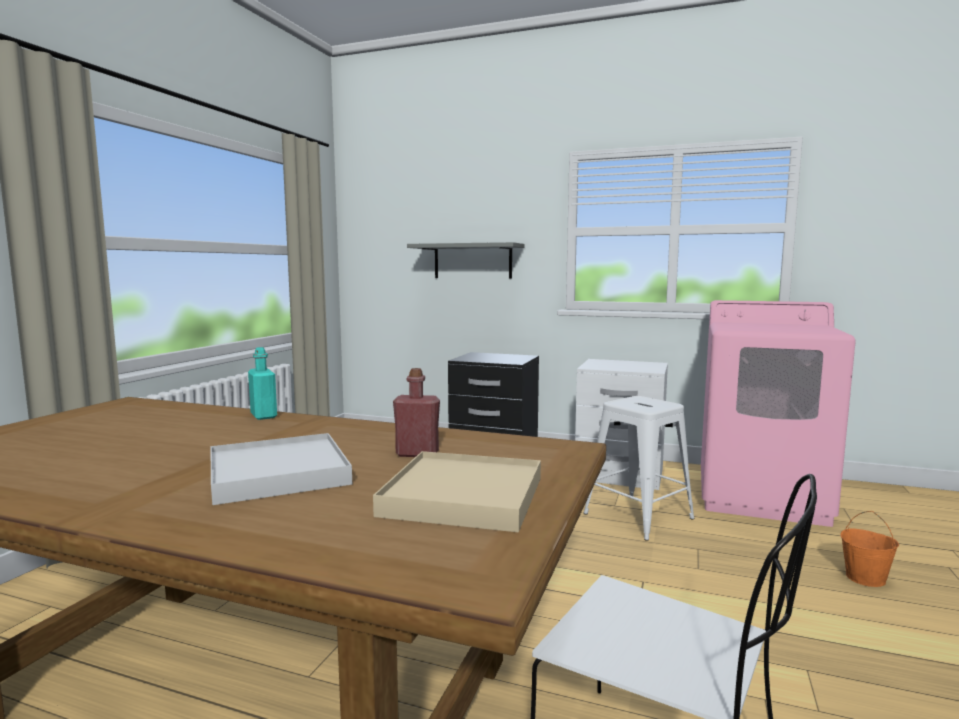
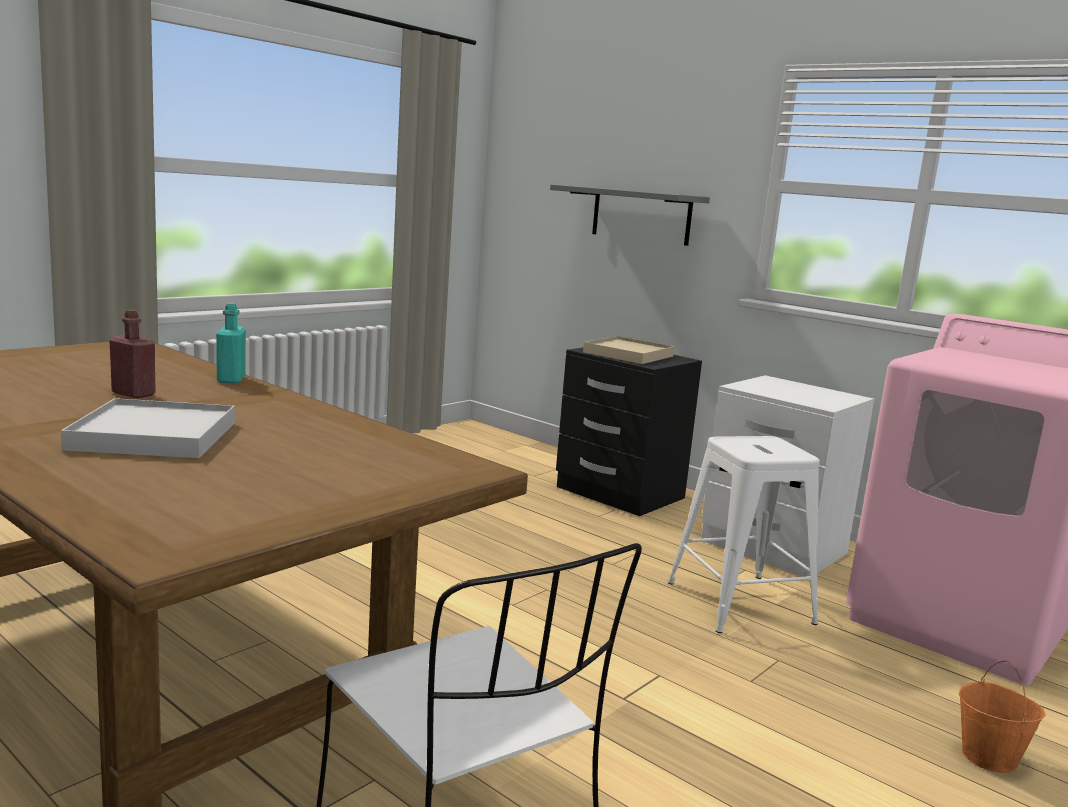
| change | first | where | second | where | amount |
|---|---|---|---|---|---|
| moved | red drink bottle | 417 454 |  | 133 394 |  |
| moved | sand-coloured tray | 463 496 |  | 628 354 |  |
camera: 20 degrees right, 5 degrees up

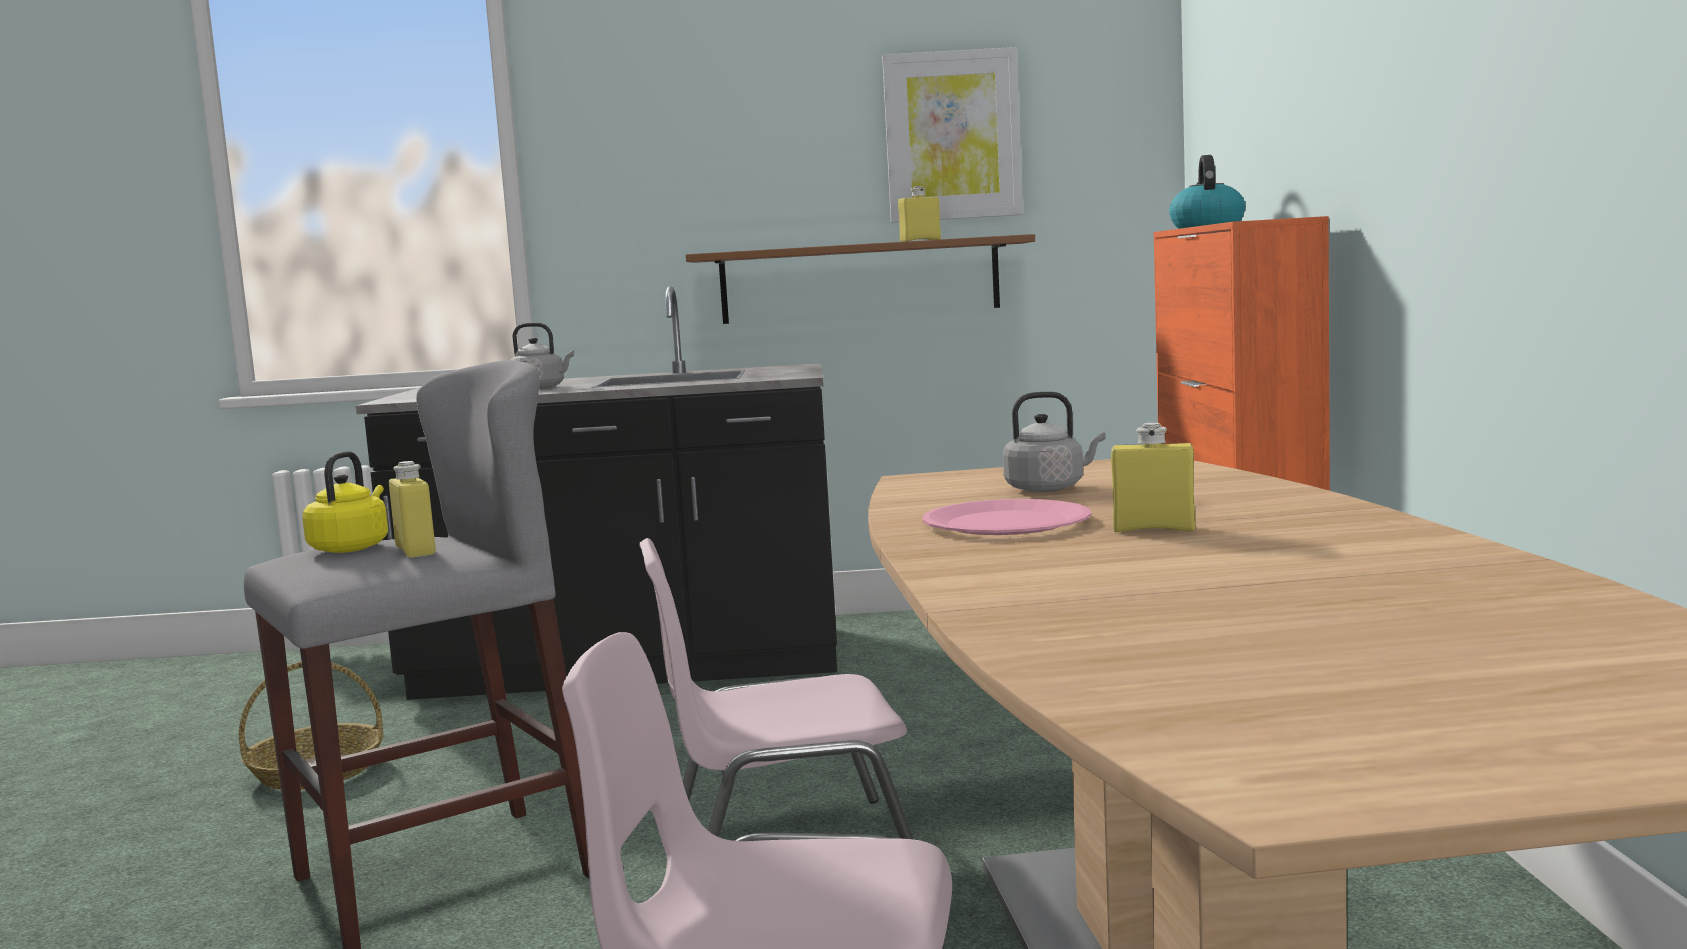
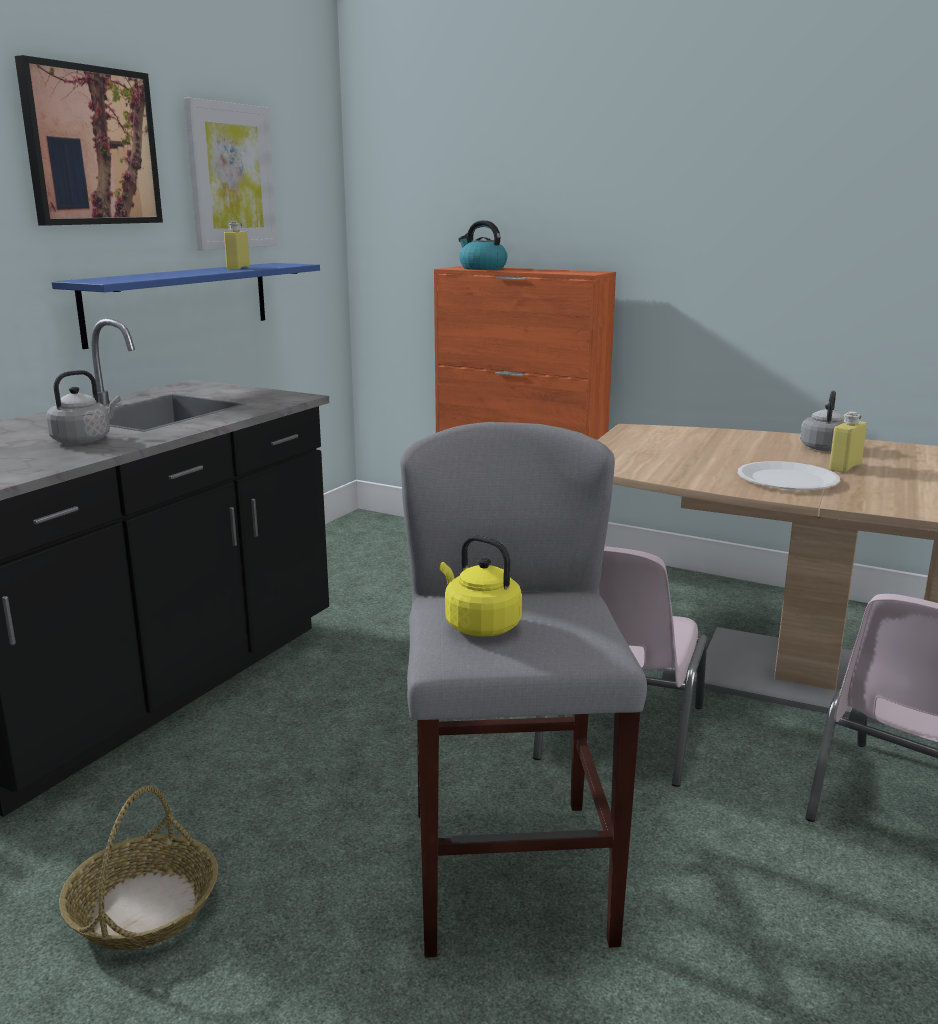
| change | first | where | second | where | amount |
|---|---|---|---|---|---|
| added |  |  | wall art | 91 146 |  |
| recoloured | brown shelf | 859 280 | bluish shelf | 179 302 |  |
| recoloured | pink-coloured dinner plate | 1005 523 | whitish dinner plate | 787 479 |  |
| moved | gray water kettle | 1049 488 |  | 824 447 |  |
| removed | yellow-coloured drink bottle | 415 551 |  |  |  |
camera: 60 degrees left, 10 degrees up

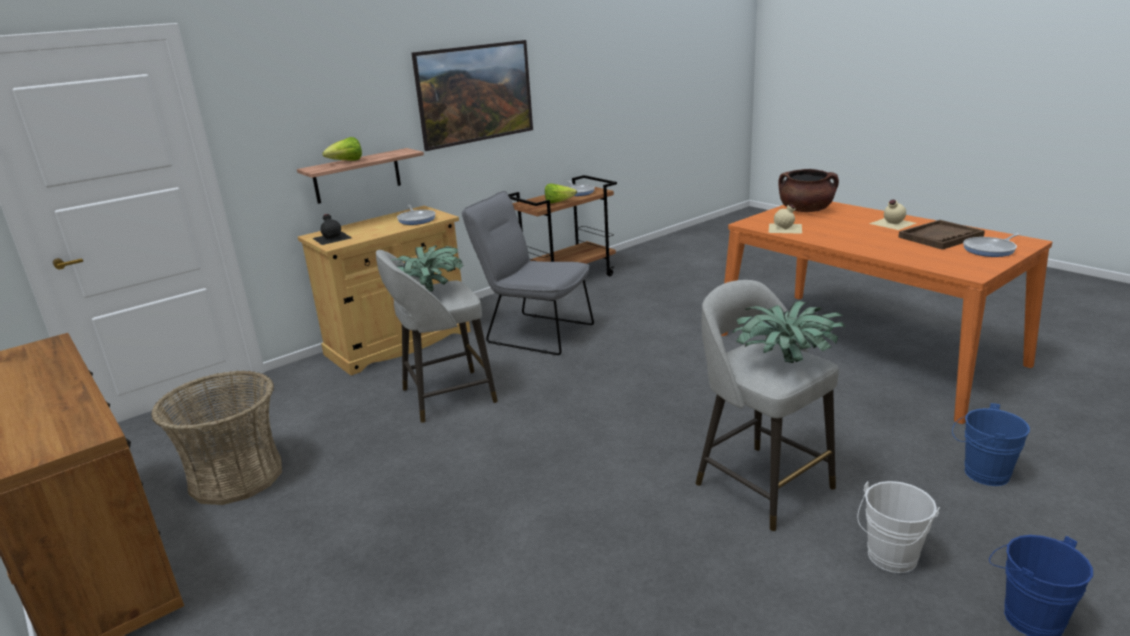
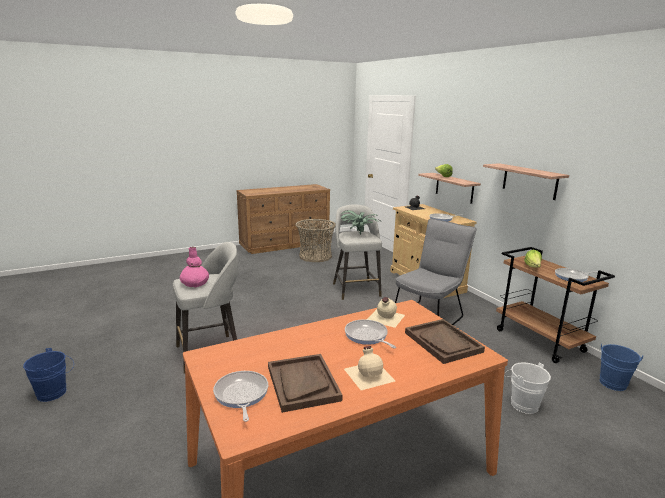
| change | first | where | second | where | amount |
|---|---|---|---|---|---|
| replaced | houseplant | 785 363 | pink-coloured decorative vase | 195 283 |  |
| added |  |  | pan | 367 336 |  |
| replaced | brown stockpot | 805 210 | brown tray | 443 342 |  |
| replaced | wall art | 478 117 | shelf | 529 181 |  |
| moved | whitish bucket | 890 559 |  | 521 403 |  |
| moved | bluish bucket | 981 473 |  | 613 382 |  |
camera: 100 degrees right, 5 degrees down

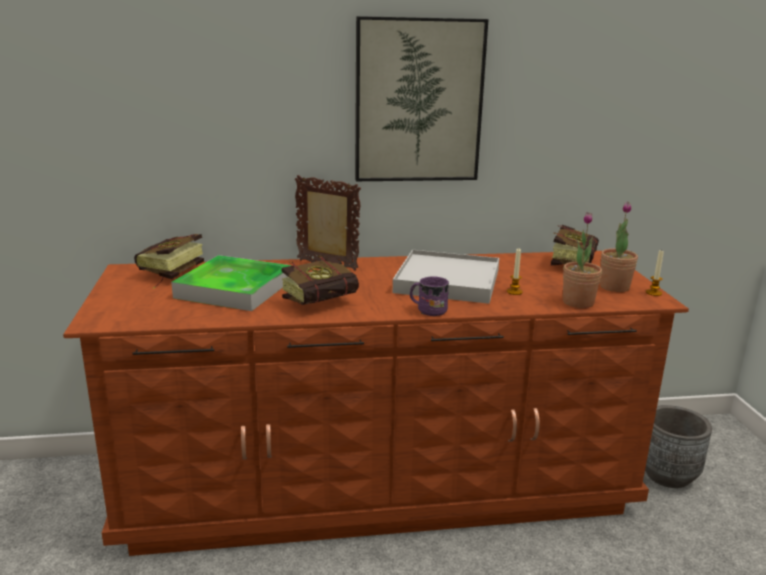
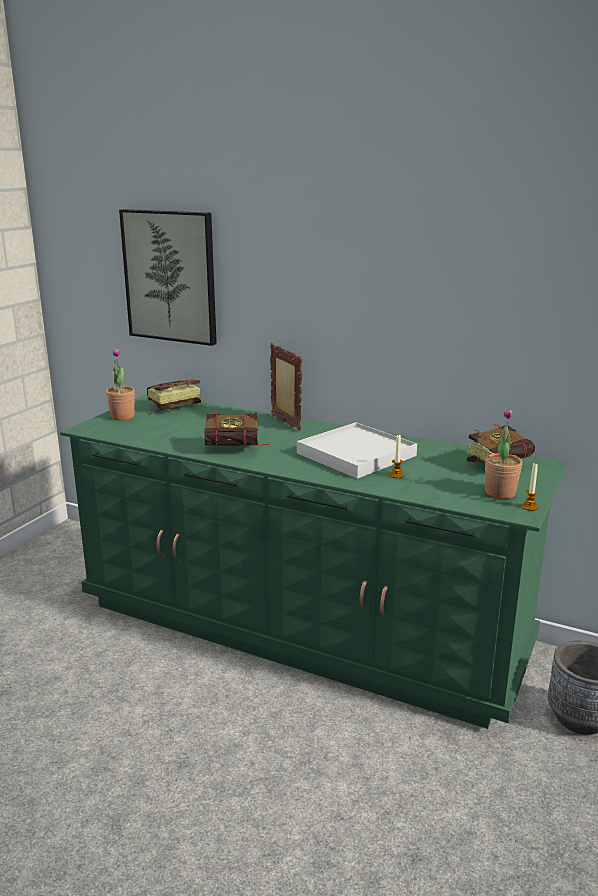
| change | first | where | second | where | amount |
|---|---|---|---|---|---|
| recoloured | brown dresser | 378 485 | greenish dresser | 300 625 |  |
| moved | houseplant | 578 302 |  | 122 416 |  |
| moved | wall art | 418 101 |  | 170 276 |  |
| removed | tray | 234 289 |  |  |  |
| removed | purple tea mug | 428 310 |  |  |  |
camera: 35 degrees right, 0 degrees up

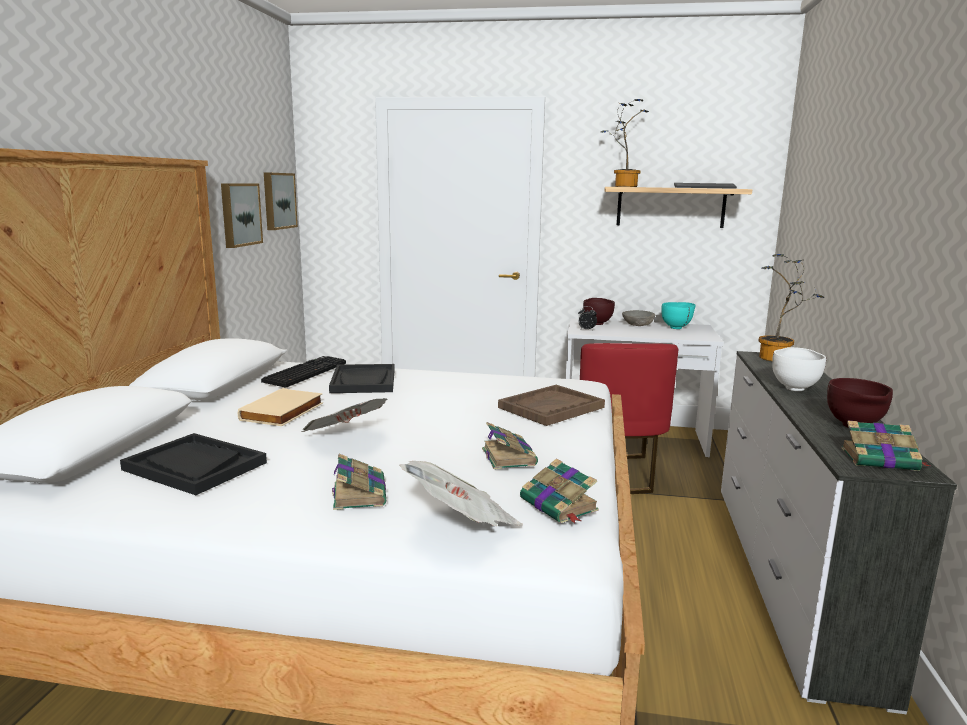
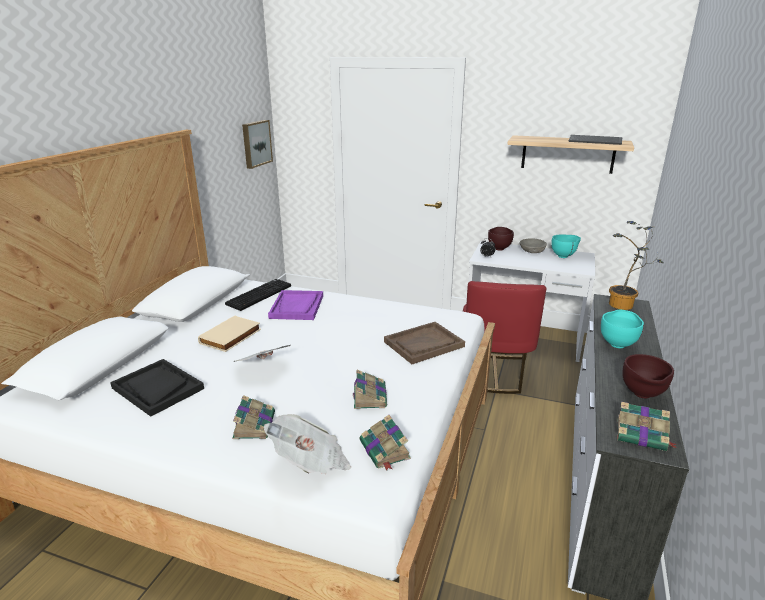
| change | first | where | second | where | amount |
|---|---|---|---|---|---|
| recoloured | black tray | 363 381 | purple tray | 297 307 |  |
| recoloured | whitish bowl | 794 388 | turquoise bowl | 618 344 |  |
| removed | wall art | 239 214 |  |  |  |
| removed | houseplant | 622 186 |  |  |  |
camera: 10 degrees right, 10 degrees up

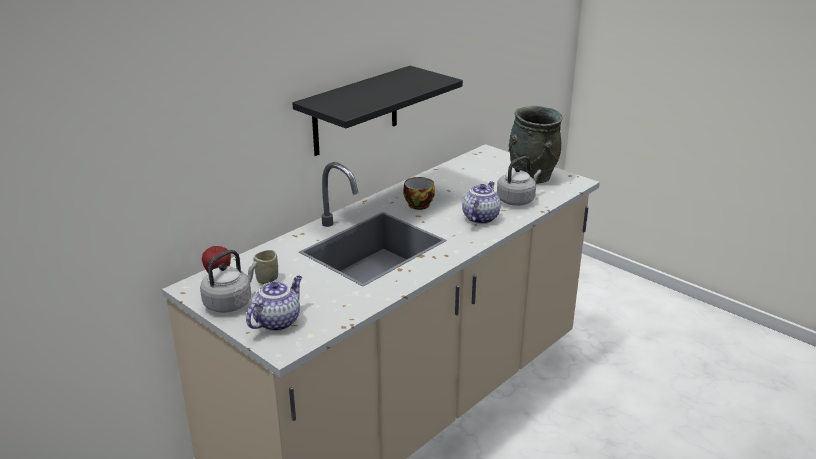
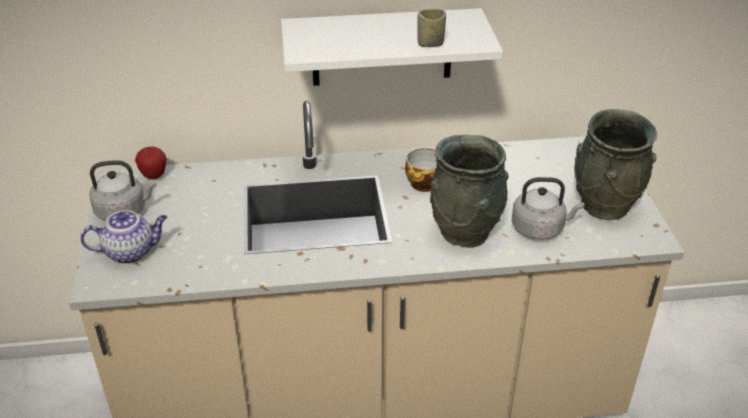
| change | first | where | second | where | amount |
|---|---|---|---|---|---|
| recoloured | black shelf | 355 111 | whitish shelf | 382 47 |  |
| moved | small cup | 267 279 |  | 430 43 |  |
| replaced | tea pot | 480 217 | gray decorative vase | 465 231 |  |
camera: 40 degrees right, 10 degrees up

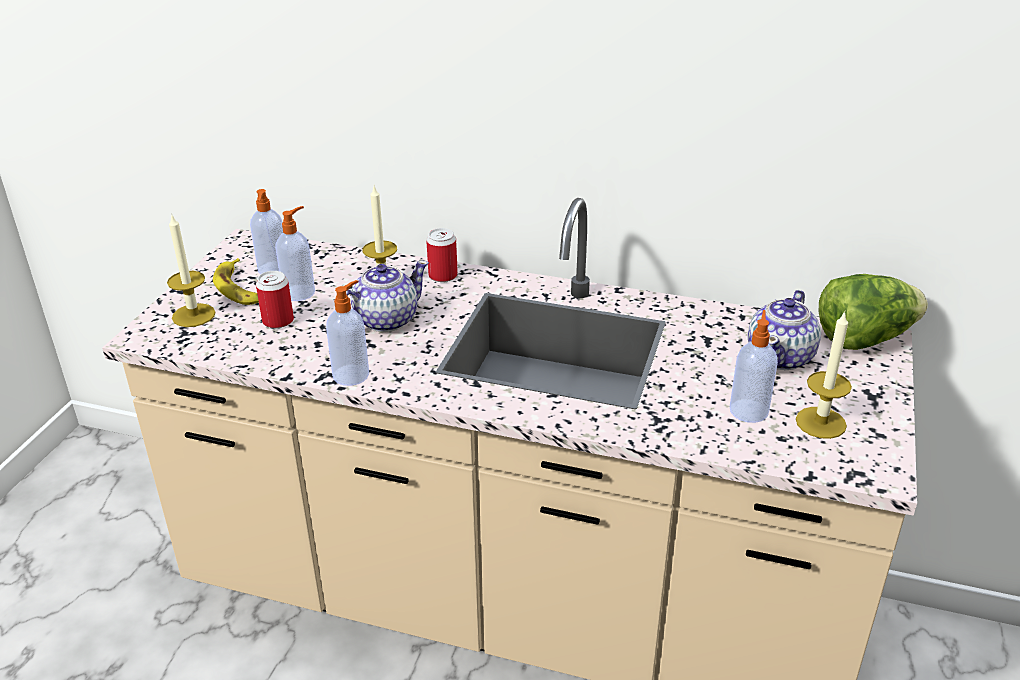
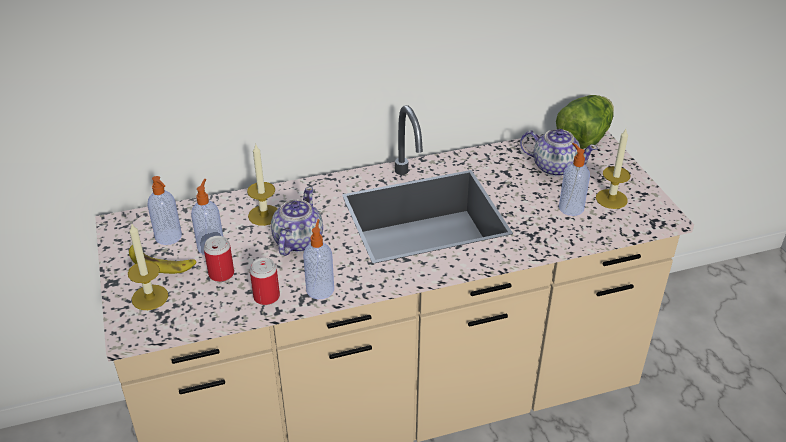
| change | first | where | second | where | amount |
|---|---|---|---|---|---|
| moved | sealed can | 443 276 |  | 266 297 |  |
| turned | tea pot | 781 356 |  | 554 167 | 60 degrees counterclockwise |
camera: 35 degrees left, 5 degrees up

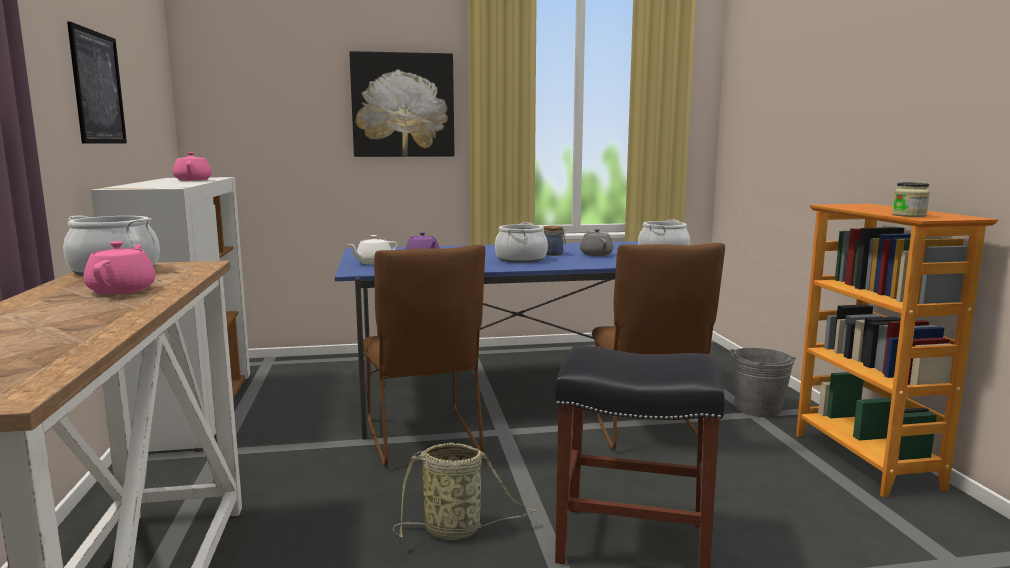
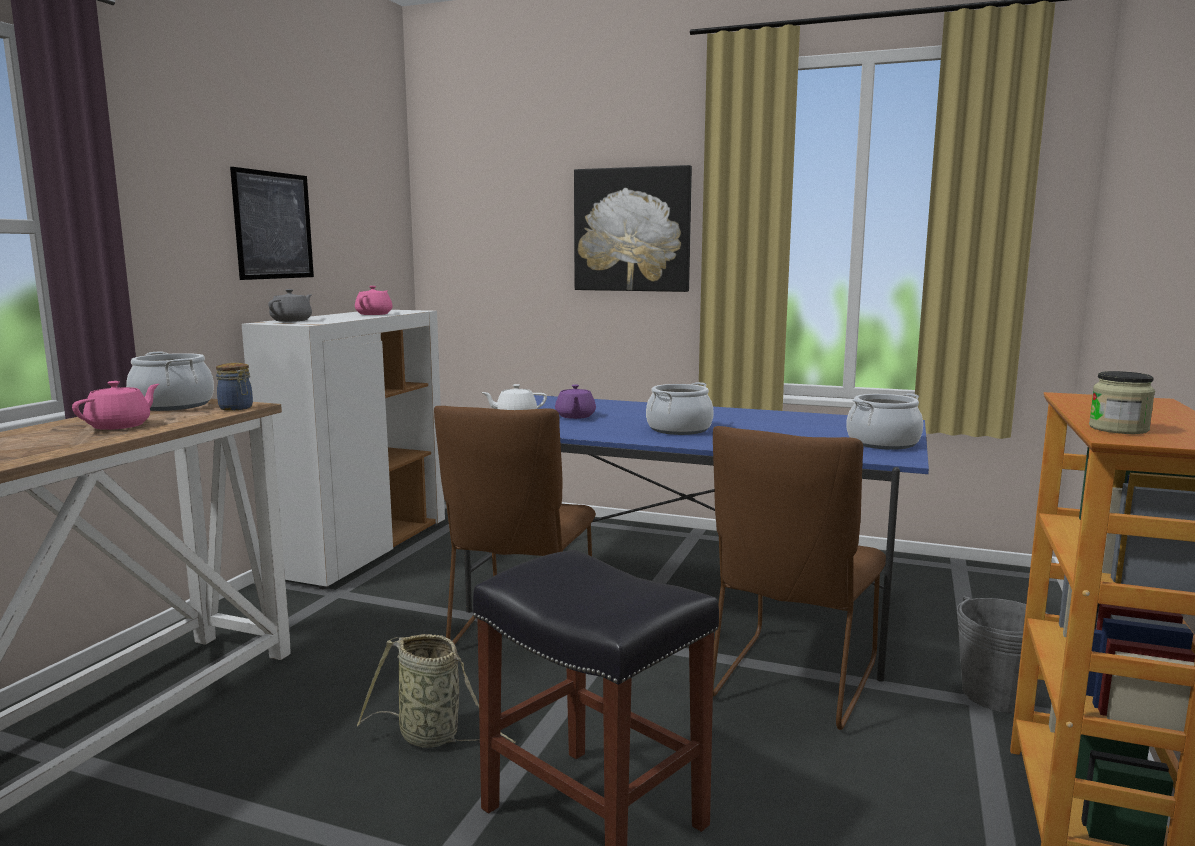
| change | first | where | second | where | amount |
|---|---|---|---|---|---|
| moved | jar | 553 254 |  | 237 408 |  |
| moved | gray tea pot | 596 254 |  | 292 320 |  |
camera: 30 degrees right, 0 degrees up

